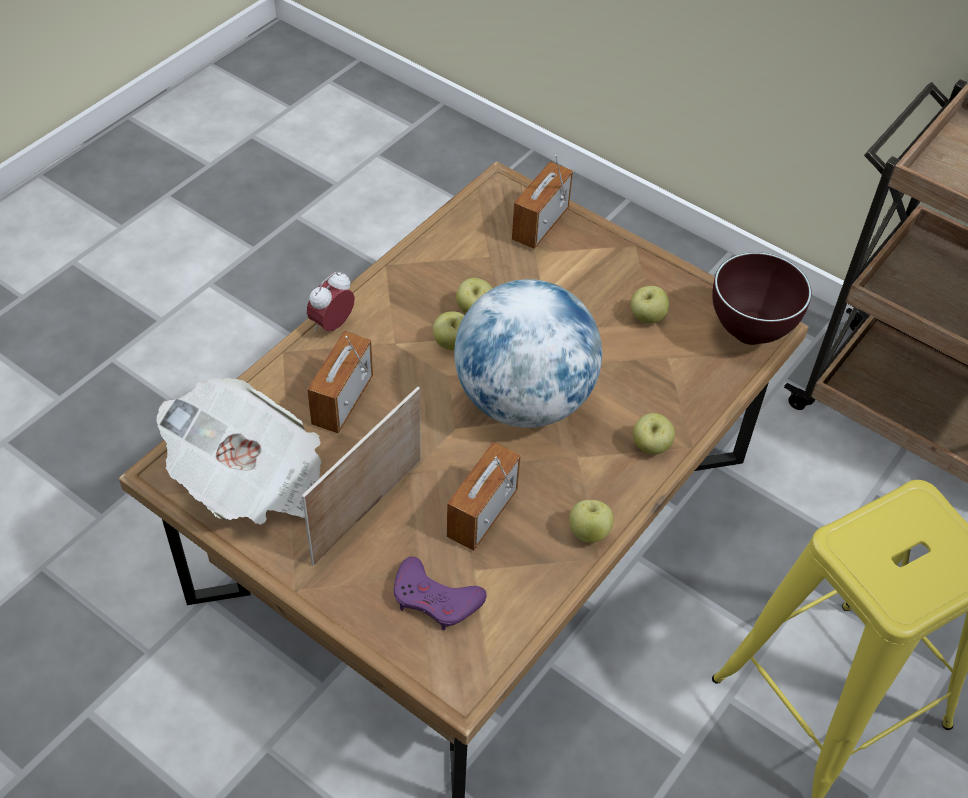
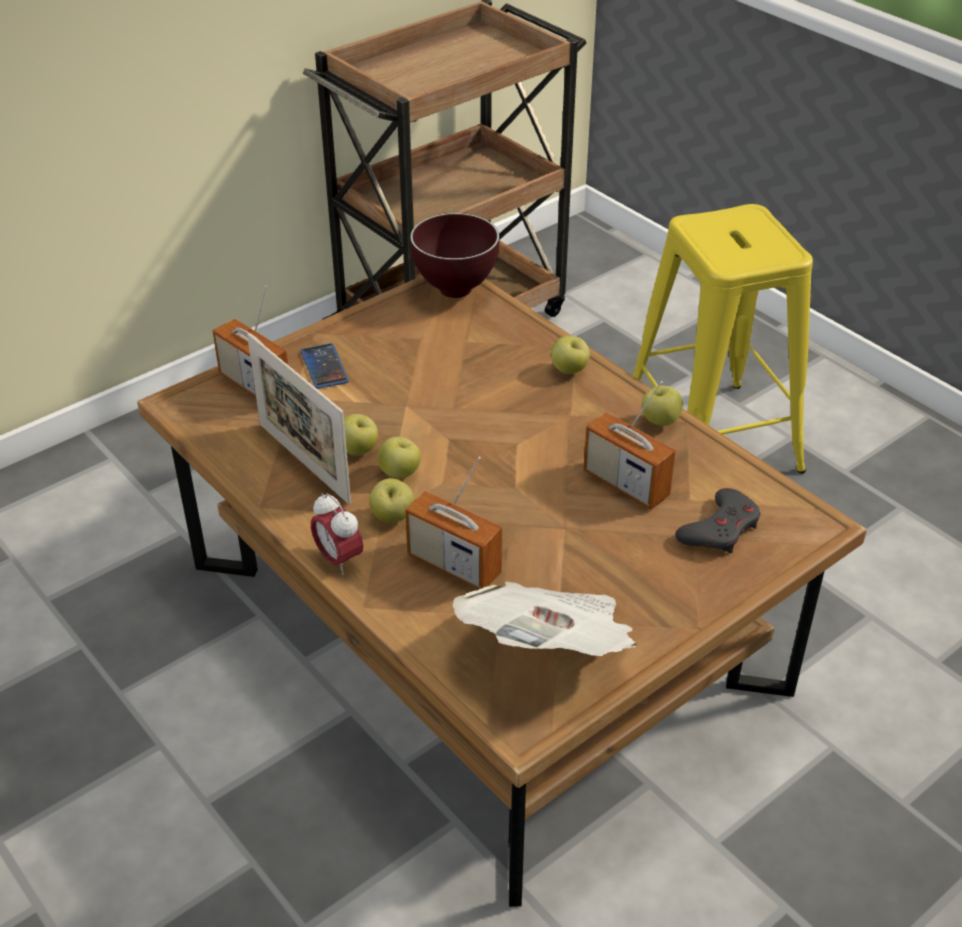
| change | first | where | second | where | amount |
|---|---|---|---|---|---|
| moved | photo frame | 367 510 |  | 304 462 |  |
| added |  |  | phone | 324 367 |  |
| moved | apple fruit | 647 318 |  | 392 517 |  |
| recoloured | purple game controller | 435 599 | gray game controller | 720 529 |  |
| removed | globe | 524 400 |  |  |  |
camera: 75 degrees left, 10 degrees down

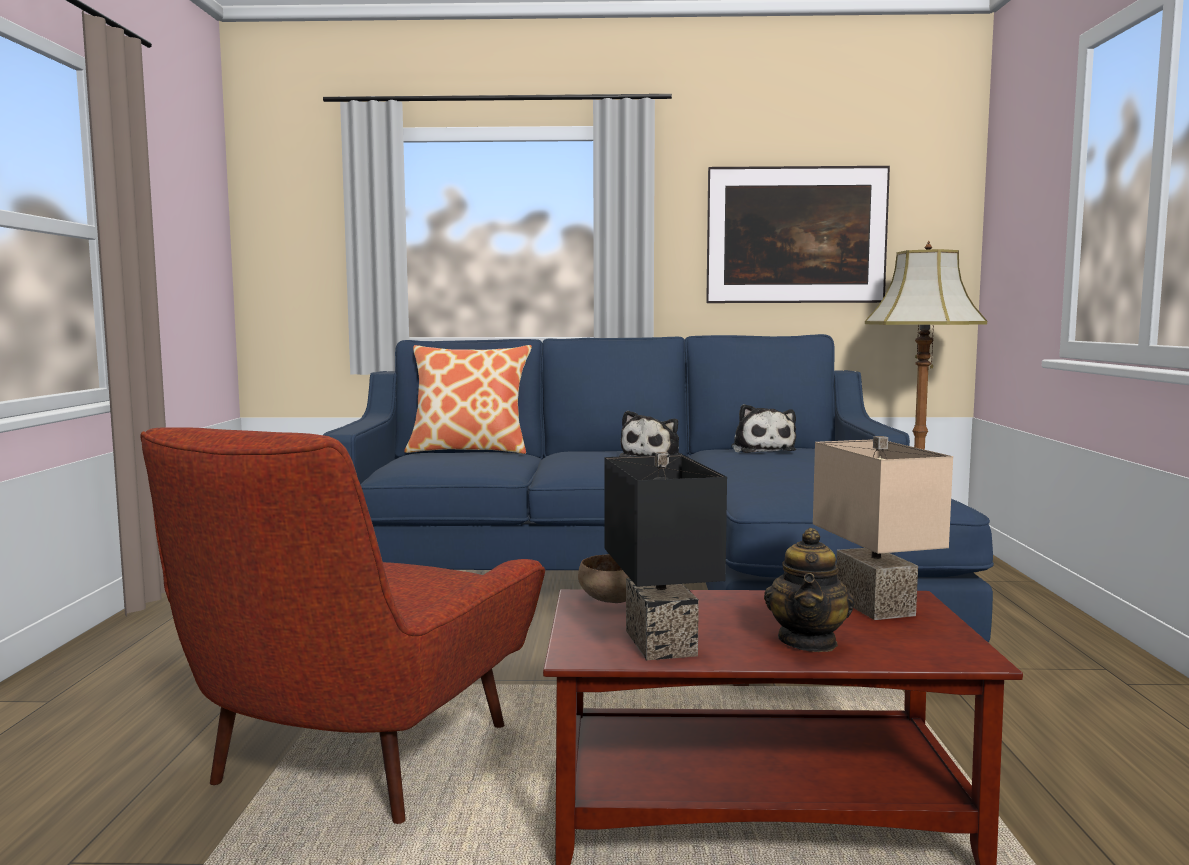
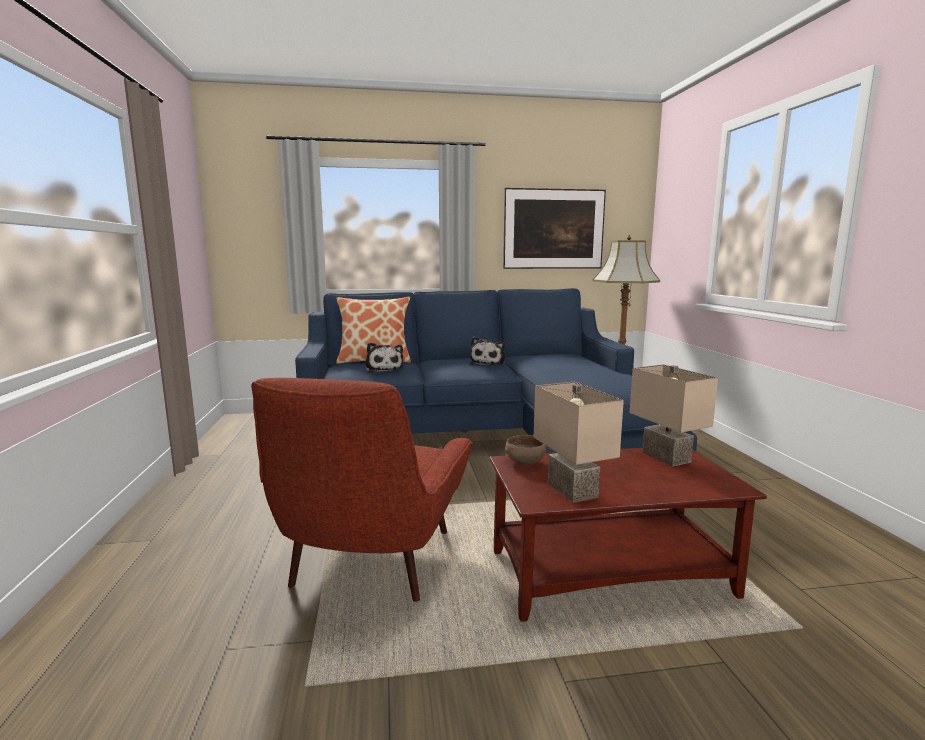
| change | first | where | second | where | amount |
|---|---|---|---|---|---|
| moved | plush toy | 762 450 |  | 384 369 |  |
| recoloured | black table lamp | 665 643 | sand-coloured table lamp | 574 490 |  |
| removed | tea pot | 808 642 |  |  |  |
camera: 10 degrees left, 5 degrees up

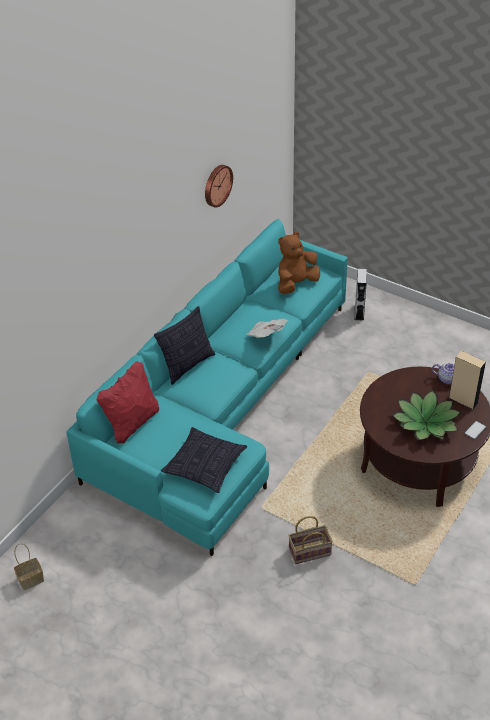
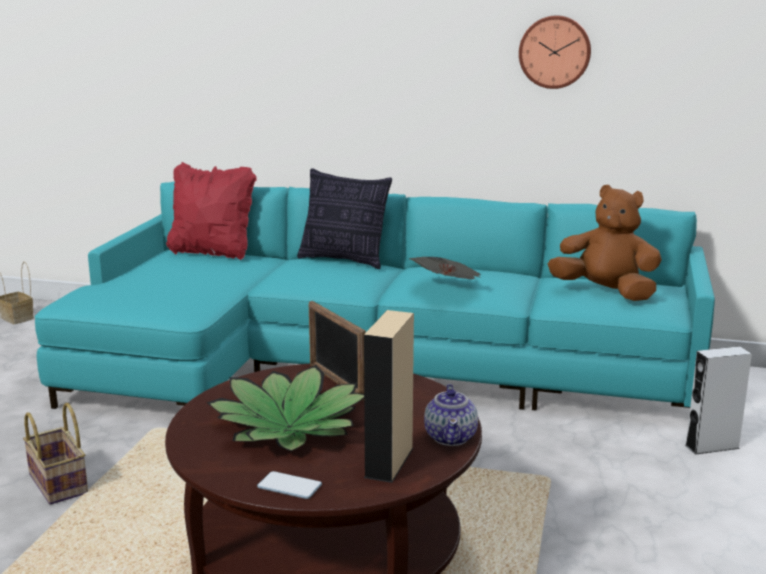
| change | first | where | second | where | amount |
|---|---|---|---|---|---|
| added |  |  | photo frame | 336 382 |  |
| removed | throw pillow | 205 466 |  |  |  |
camera: 70 degrees right, 25 degrees down

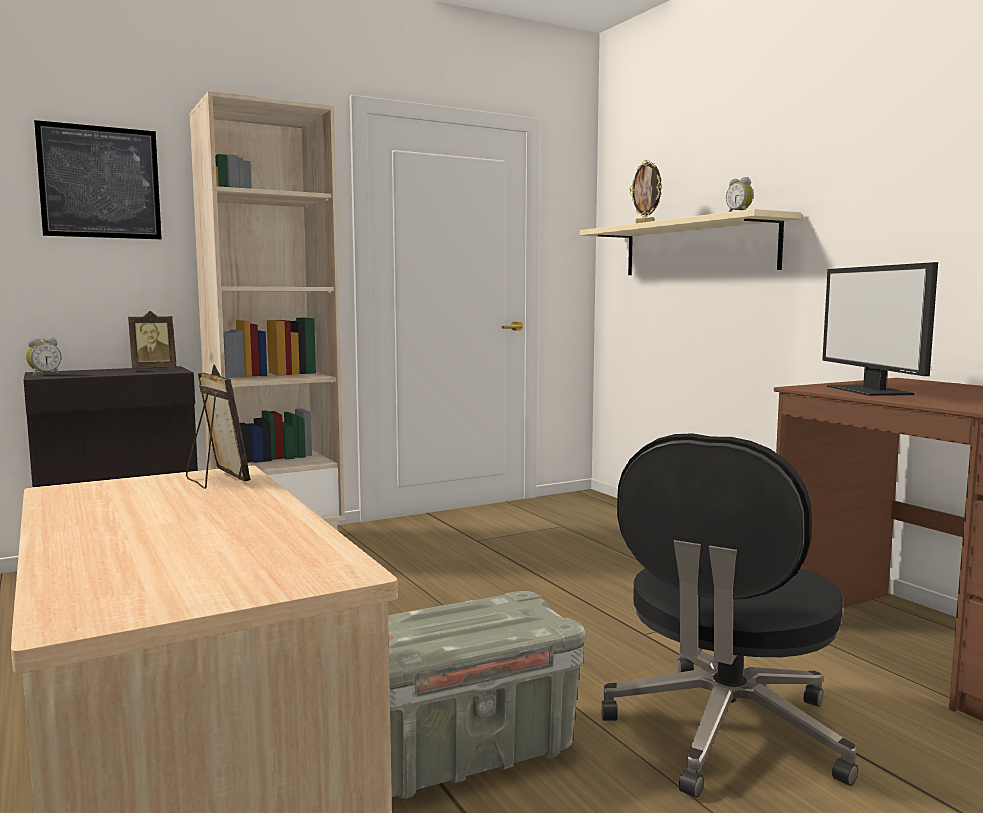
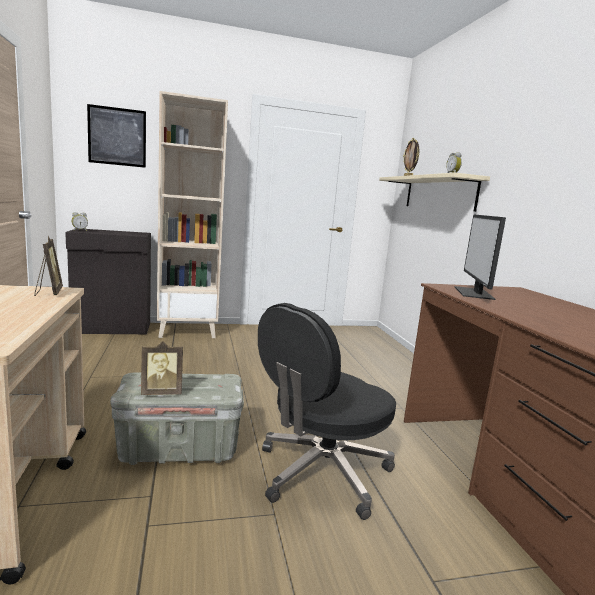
| change | first | where | second | where | amount |
|---|---|---|---|---|---|
| moved | photo frame | 153 369 |  | 162 392 |  |
camera: 15 degrees right, 5 degrees up

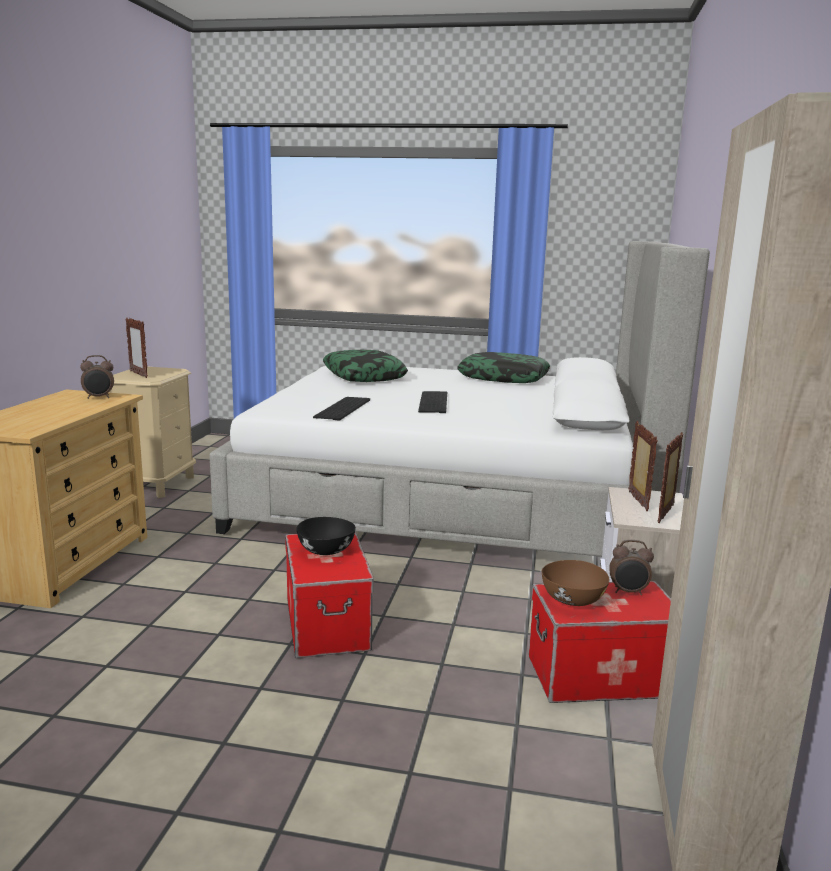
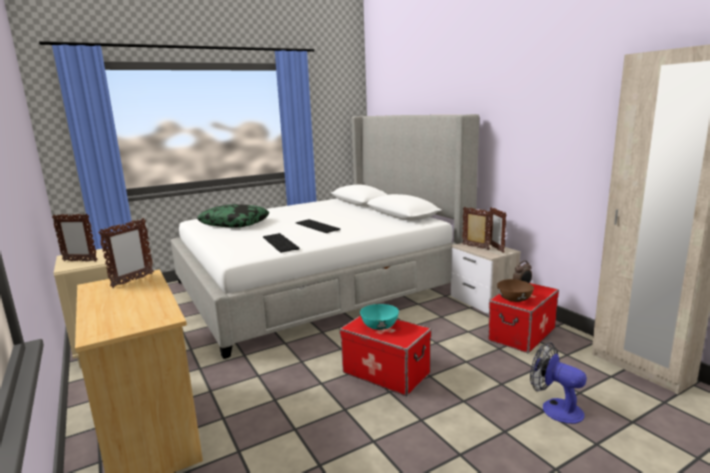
| change | first | where | second | where | amount |
|---|---|---|---|---|---|
| replaced | table clock | 99 397 | photo frame | 132 280 |  |
| recoloured | black bowl | 325 550 | turquoise bowl | 379 326 |  |
| added |  |  | electric fan | 555 408 |  |
| removed | throw pillow | 503 378 |  |  |  |
camera: 40 degrees left, 0 degrees up

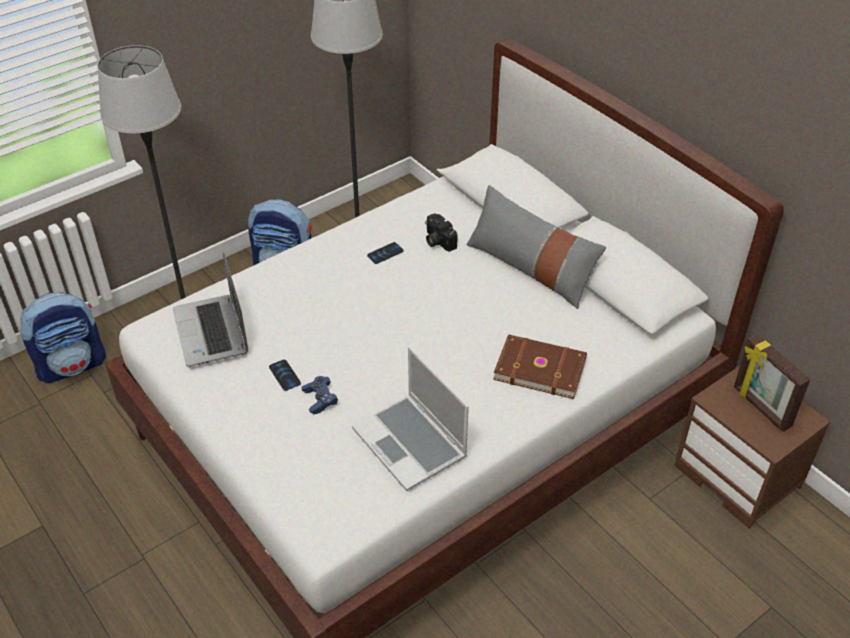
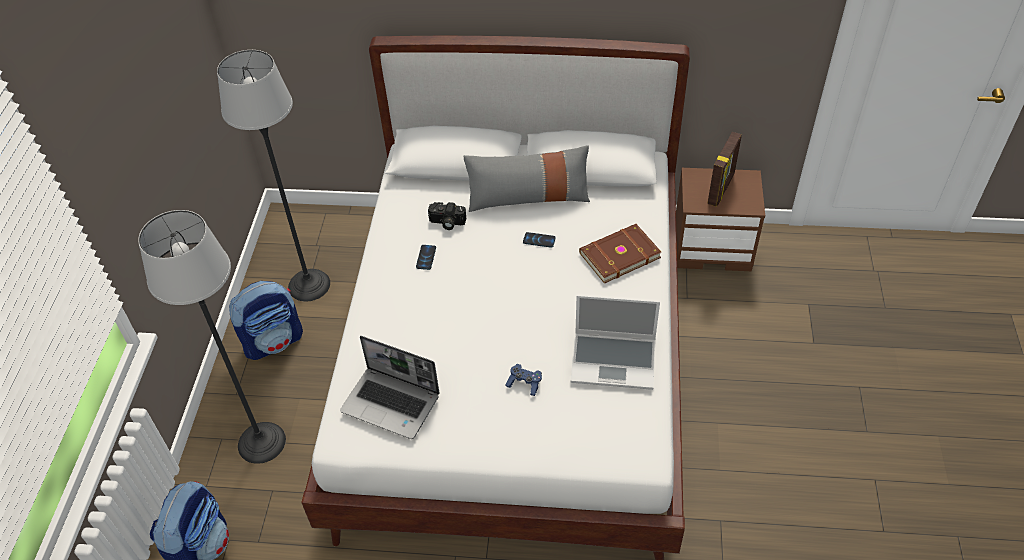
| change | first | where | second | where | amount |
|---|---|---|---|---|---|
| moved | phone | 284 375 |  | 539 240 |  |
| turned | photo frame | 761 407 |  | 721 189 | 75 degrees counterclockwise |
camera: 45 degrees left, 5 degrees up

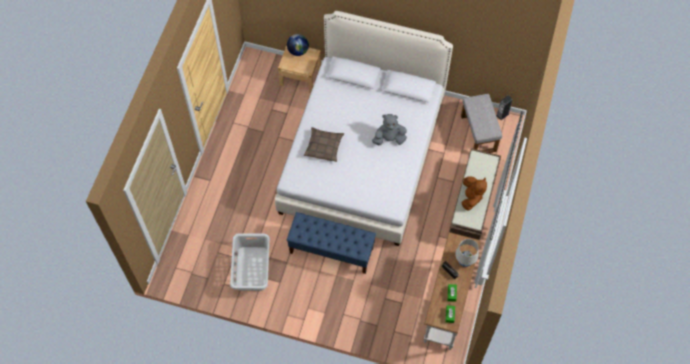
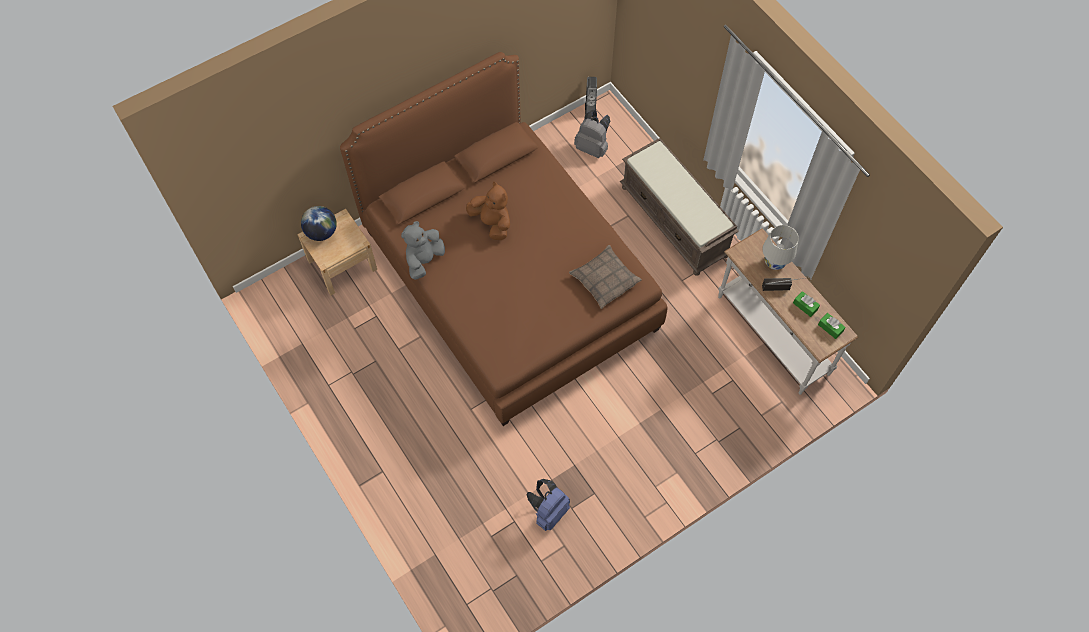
| change | first | where | second | where | amount |
|---|---|---|---|---|---|
| recoloured | whitish bedroom bed | 362 155 | brown bedroom bed | 509 279 |  |
| moved | gray plush toy | 389 139 |  | 424 260 |  |
| moved | brown plush toy | 471 197 |  | 492 223 |  |
| replaced | gray laundry basket | 252 268 | bluish backpack | 548 511 |  |
| moved | throw pillow | 324 146 |  | 604 280 |  |
| replaced | gray footrest | 479 134 | gray backpack | 592 147 |  |
| removed | bluish indoor bench | 332 250 |  |  |  |
camera: 50 degrees left, 0 degrees up

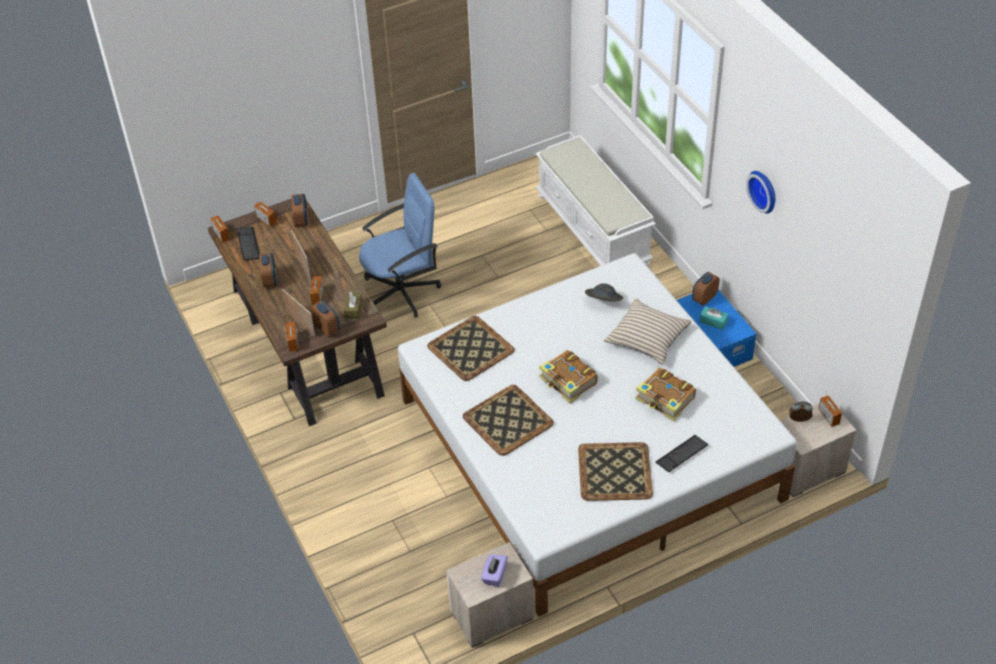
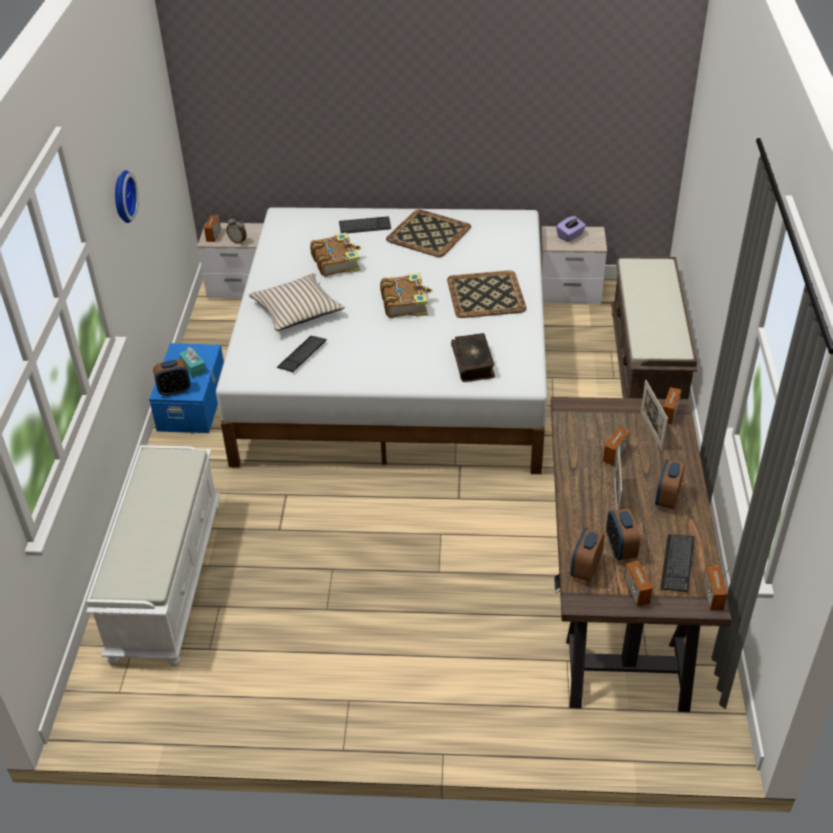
| change | first | where | second | where | amount |
|---|---|---|---|---|---|
| replaced | gray clothing hat | 603 301 | keyboard | 302 355 |  |
| replaced | tray | 469 348 | volume | 473 363 |  |
| moved | table clock | 326 328 |  | 620 549 |  |
| added |  |  | brown indoor bench | 647 366 |  |
| removed | brown tissue box | 353 309 |  |  |  |
| removed | bluish office chair | 402 291 |  |  |  |
camera: 150 degrees left, 5 degrees down

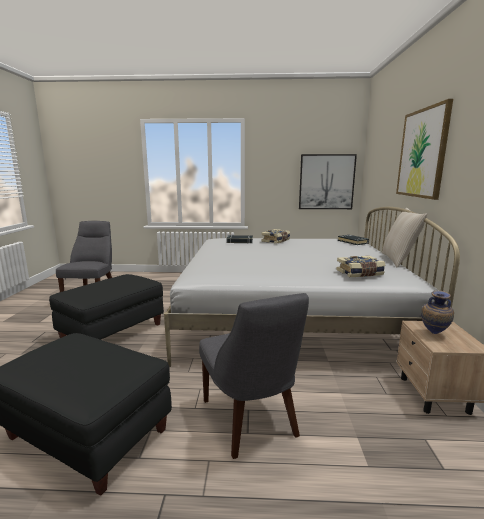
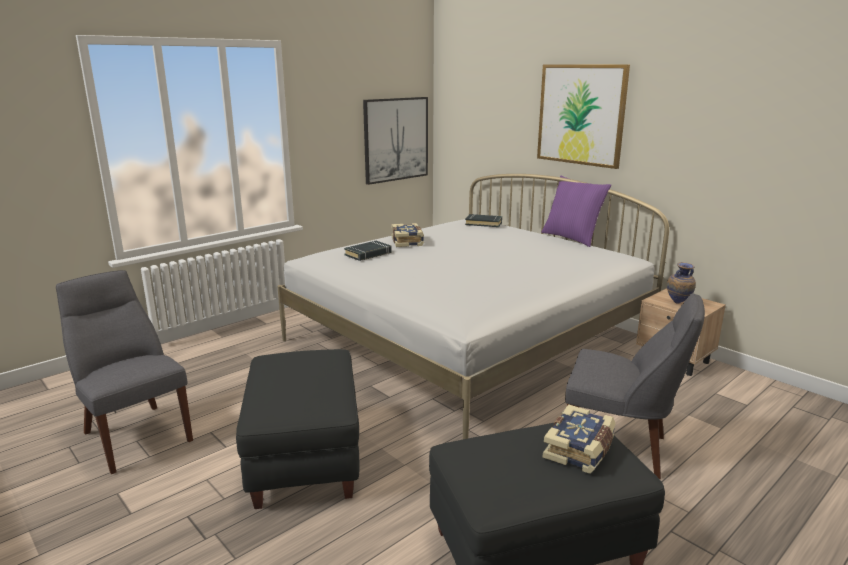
| change | first | where | second | where | amount |
|---|---|---|---|---|---|
| recoloured | sand-coloured throw pillow | 398 260 | purple throw pillow | 572 238 |  |
| moved | volume | 360 273 |  | 580 450 |  |
camera: 45 degrees left, 5 degrees up

